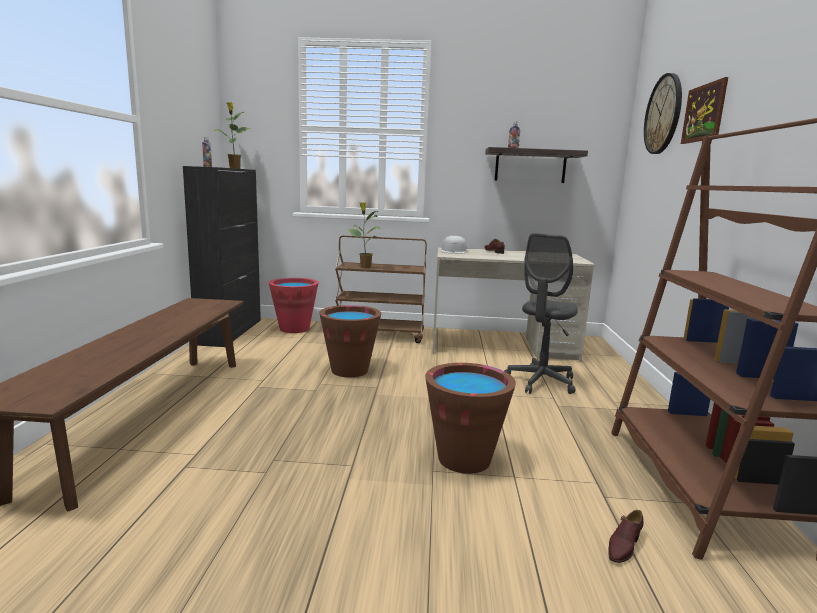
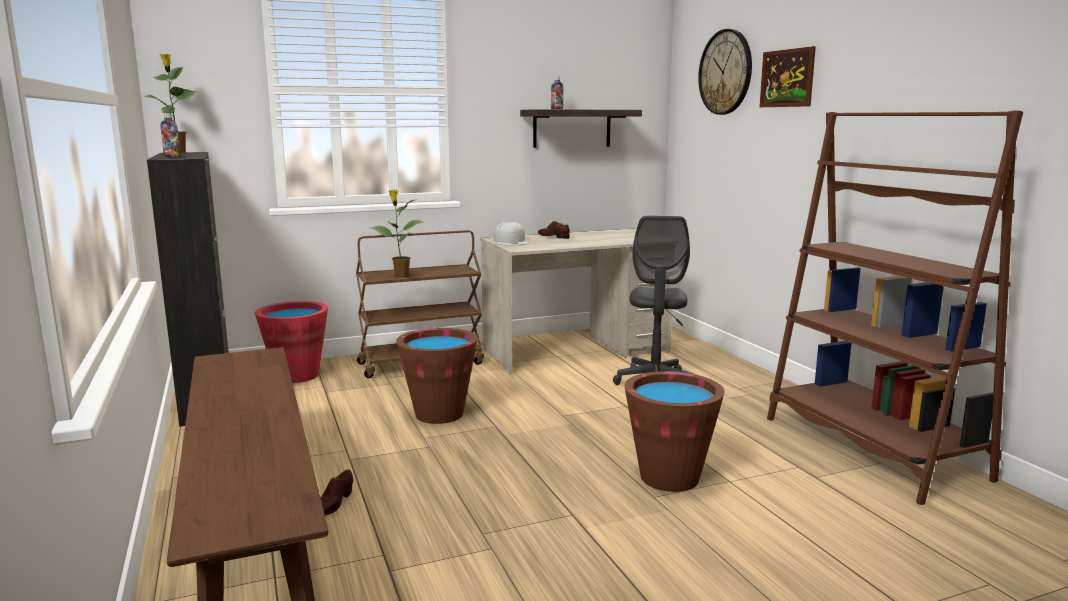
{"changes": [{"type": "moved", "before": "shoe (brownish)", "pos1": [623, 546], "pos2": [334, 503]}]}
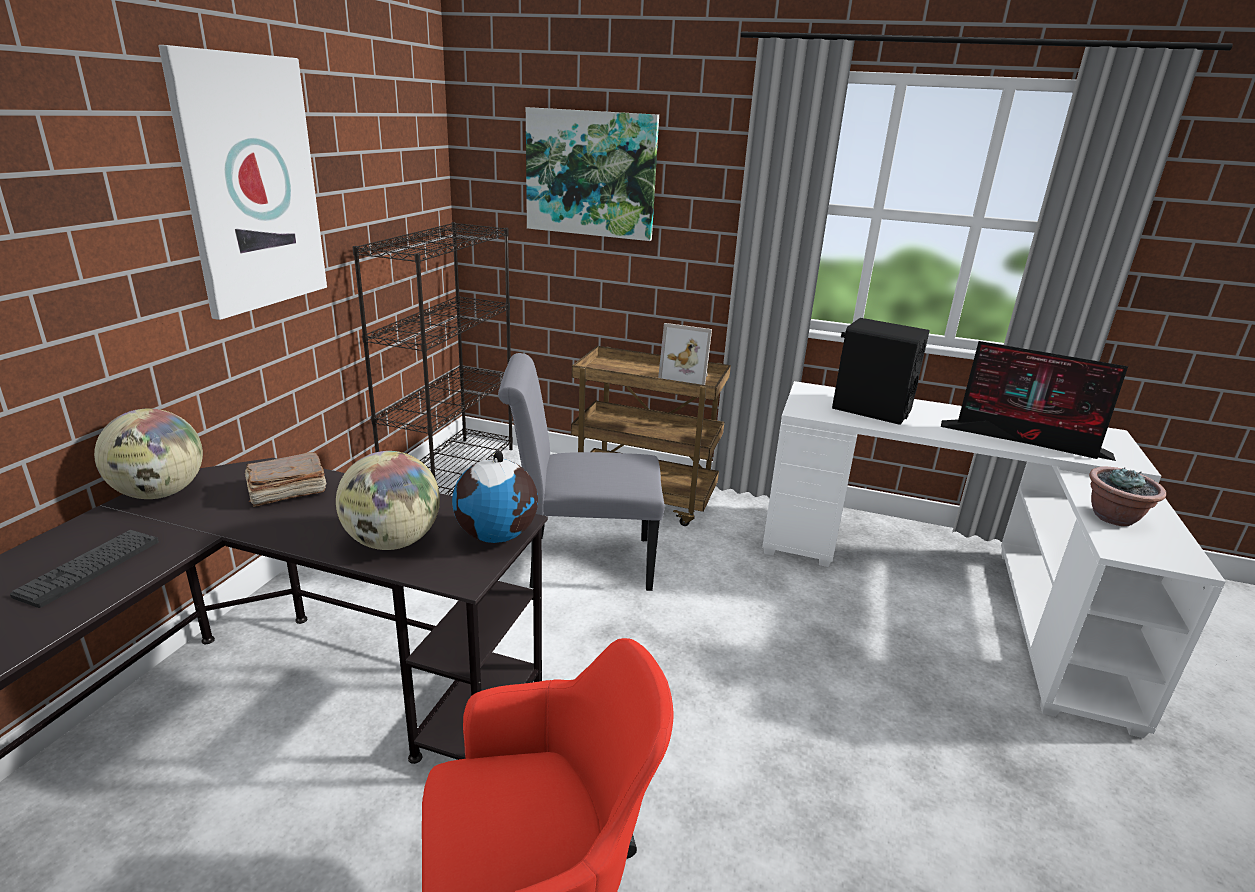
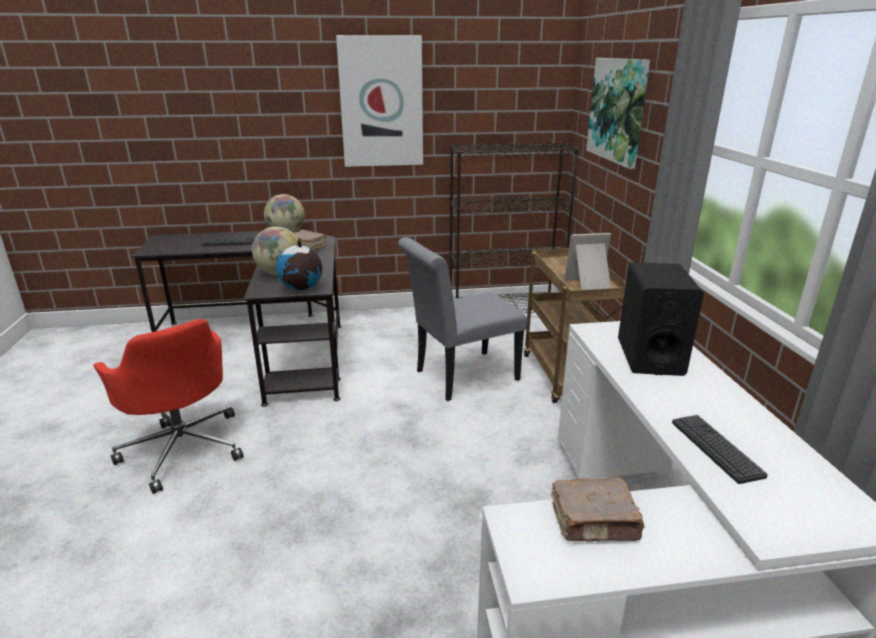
{"changes": [{"type": "turned", "before": "plain chair (grey)", "pos1": [580, 562], "pos2": [460, 377], "turn": -90}, {"type": "replaced", "before": "plant in a pot", "after": "volume (brownish)", "pos1": [1114, 517], "pos2": [595, 522]}, {"type": "turned", "before": "photo frame", "pos1": [686, 379], "pos2": [589, 285], "turn": 90}, {"type": "replaced", "before": "monitor", "after": "computer keyboard", "pos1": [1027, 440], "pos2": [716, 448]}]}
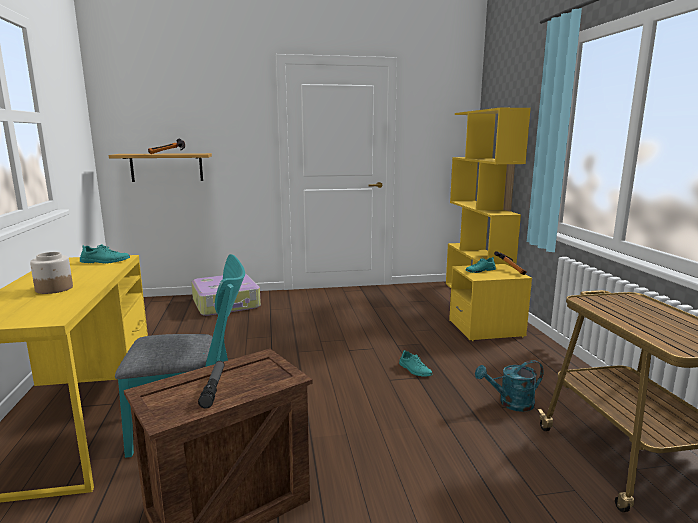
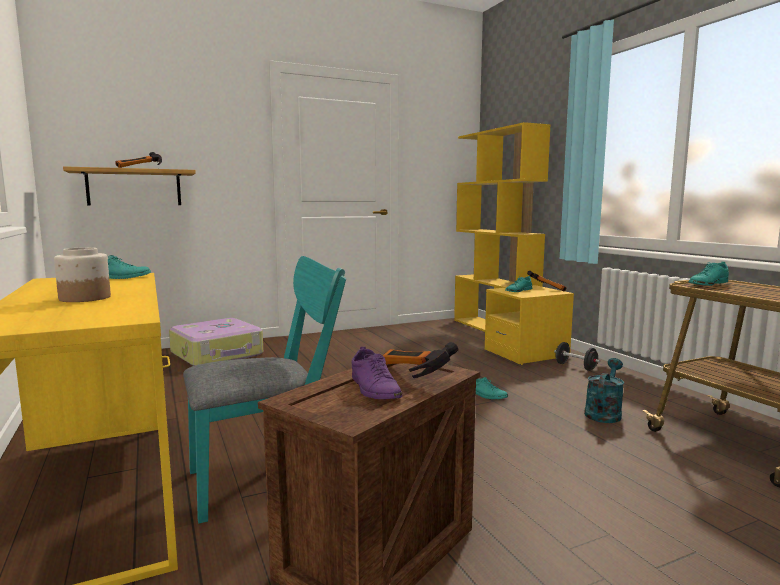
{"changes": [{"type": "replaced", "before": "torch", "after": "shoe (purple-coloured)", "pos1": [213, 387], "pos2": [374, 388]}, {"type": "added", "after": "hammer", "pos2": [409, 375]}, {"type": "added", "after": "hand weight (black-coloured)", "pos2": [575, 367]}, {"type": "turned", "before": "watering pot (turquoise-coloured)", "pos1": [510, 404], "pos2": [604, 413], "turn": 150}, {"type": "added", "after": "shoe (turquoise-coloured)", "pos2": [707, 284]}]}
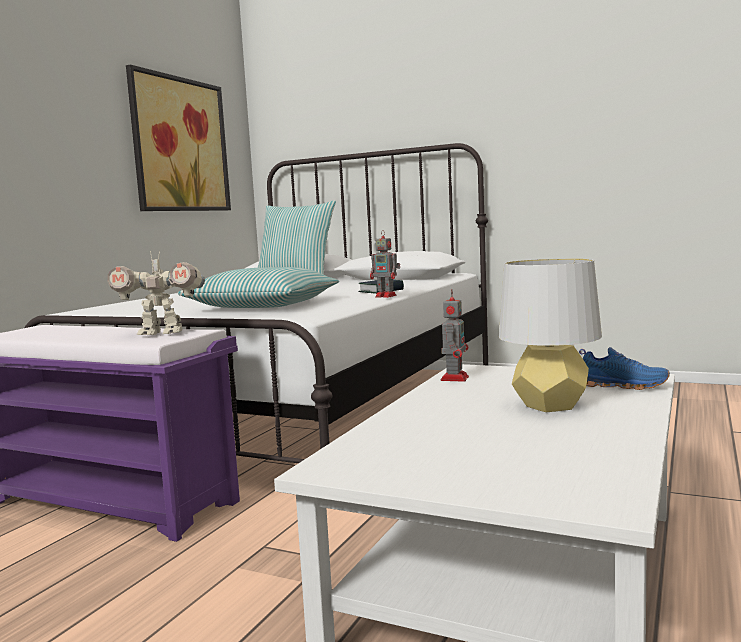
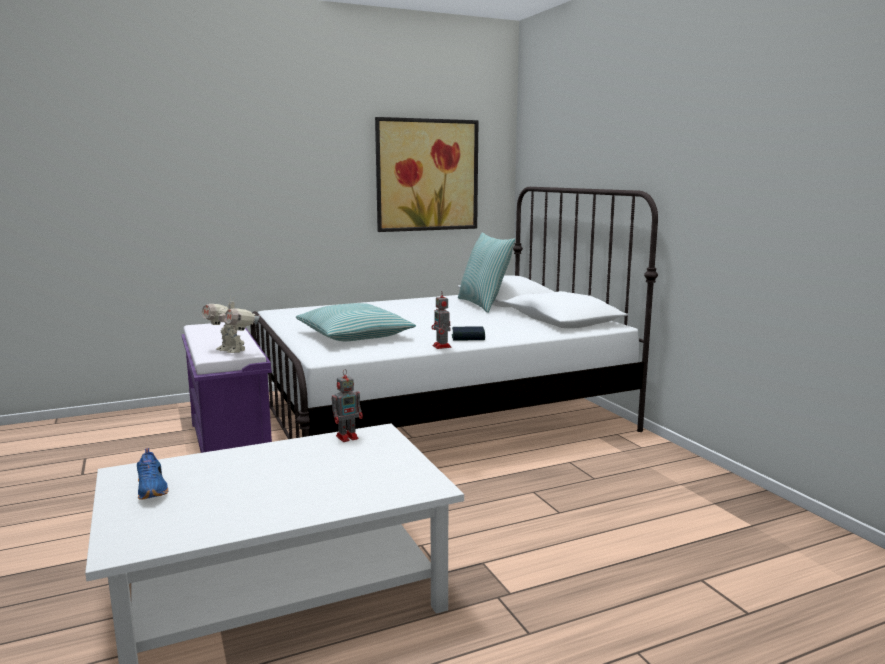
{"changes": [{"type": "moved", "before": "shoe (blue-coloured)", "pos1": [622, 386], "pos2": [153, 489]}, {"type": "removed", "before": "table lamp (grey)", "pos1": [549, 406]}]}
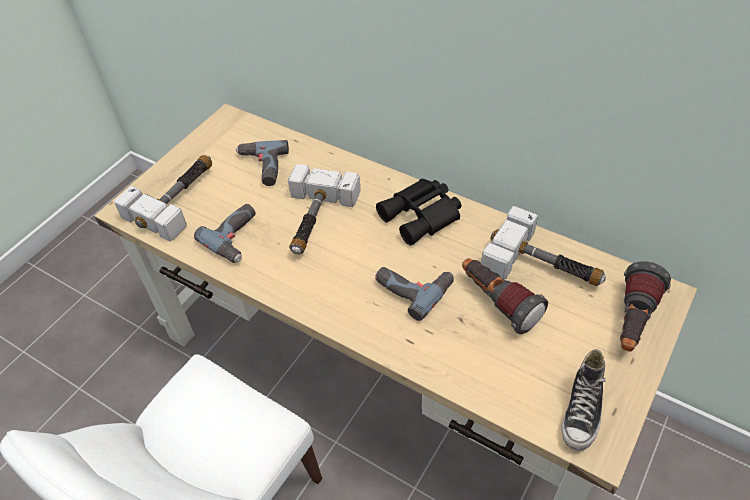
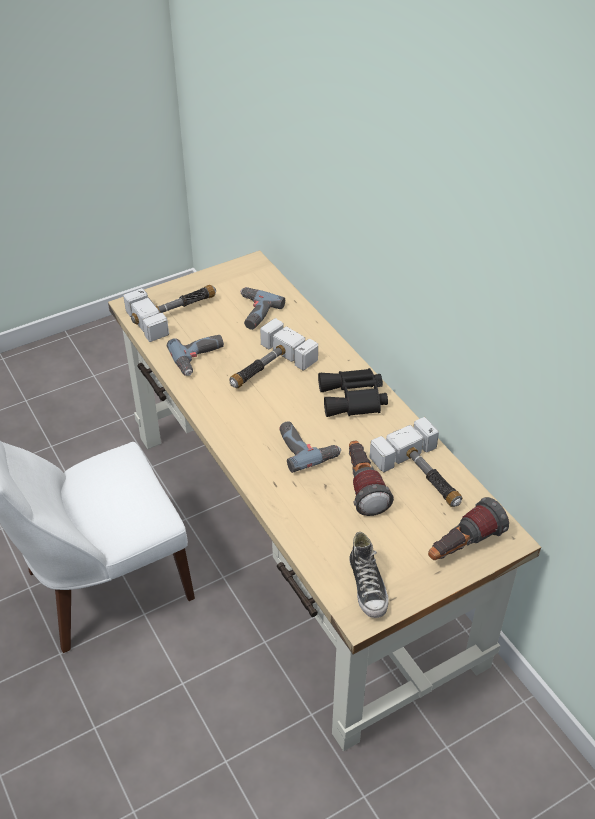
{"changes": [{"type": "turned", "before": "shoe", "pos1": [582, 411], "pos2": [368, 587], "turn": -60}]}
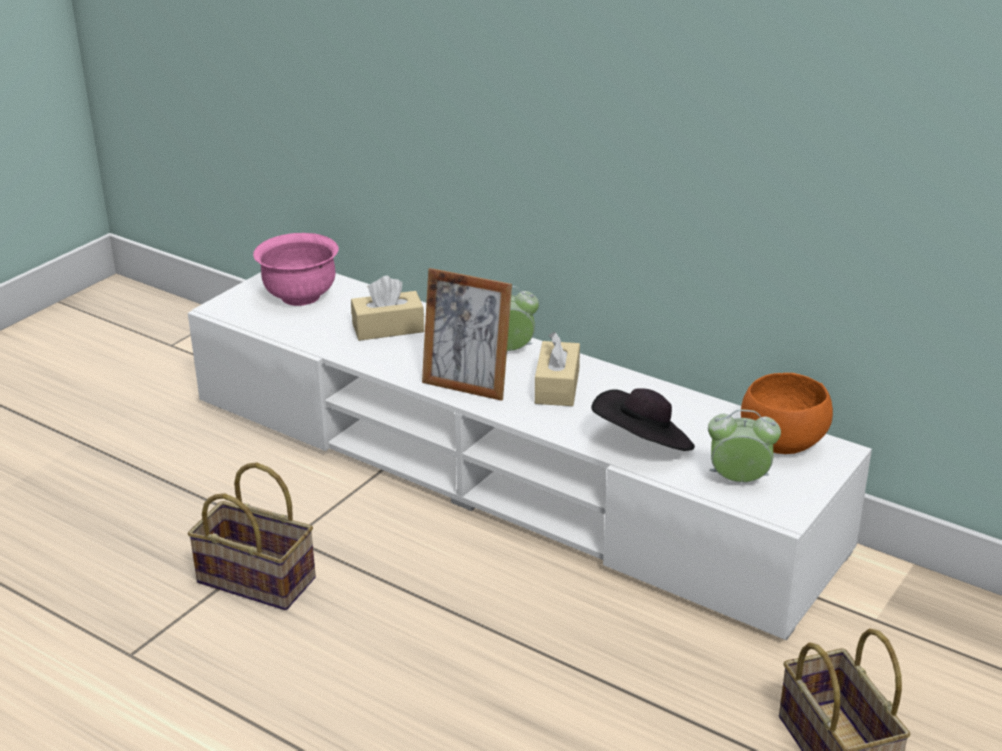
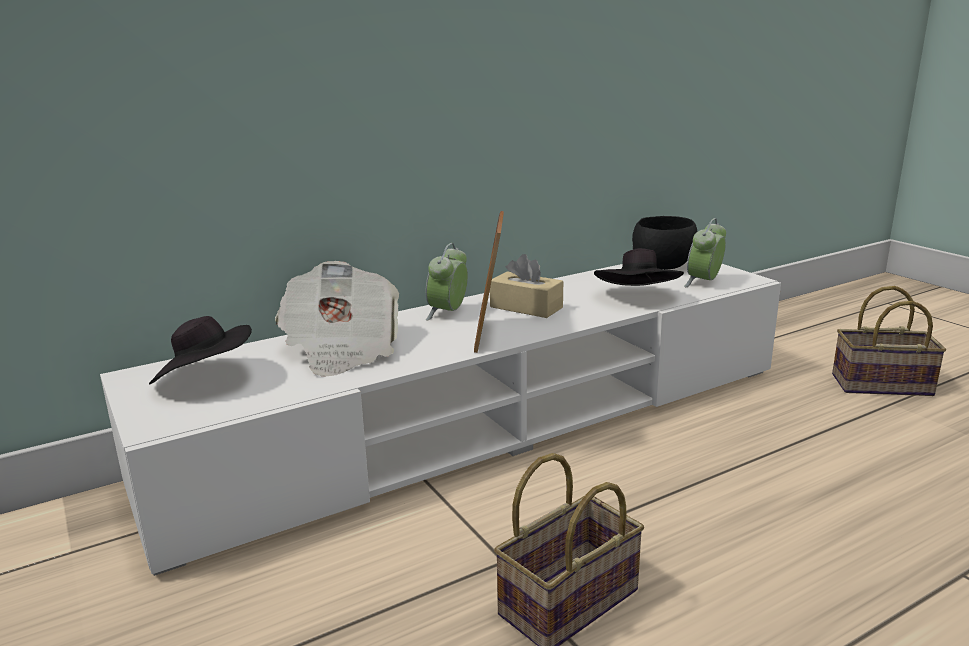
{"changes": [{"type": "replaced", "before": "deep dish (pink-coloured)", "after": "wearable hat (black-coloured)", "pos1": [300, 296], "pos2": [206, 379]}, {"type": "replaced", "before": "box of tissues (beige-coloured)", "after": "printed paper", "pos1": [388, 328], "pos2": [341, 349]}, {"type": "turned", "before": "photo frame", "pos1": [466, 385], "pos2": [490, 335], "turn": 135}, {"type": "recoloured", "before": "deep dish (orange)", "after": "deep dish (black-coloured)", "pos1": [781, 444], "pos2": [663, 266]}]}
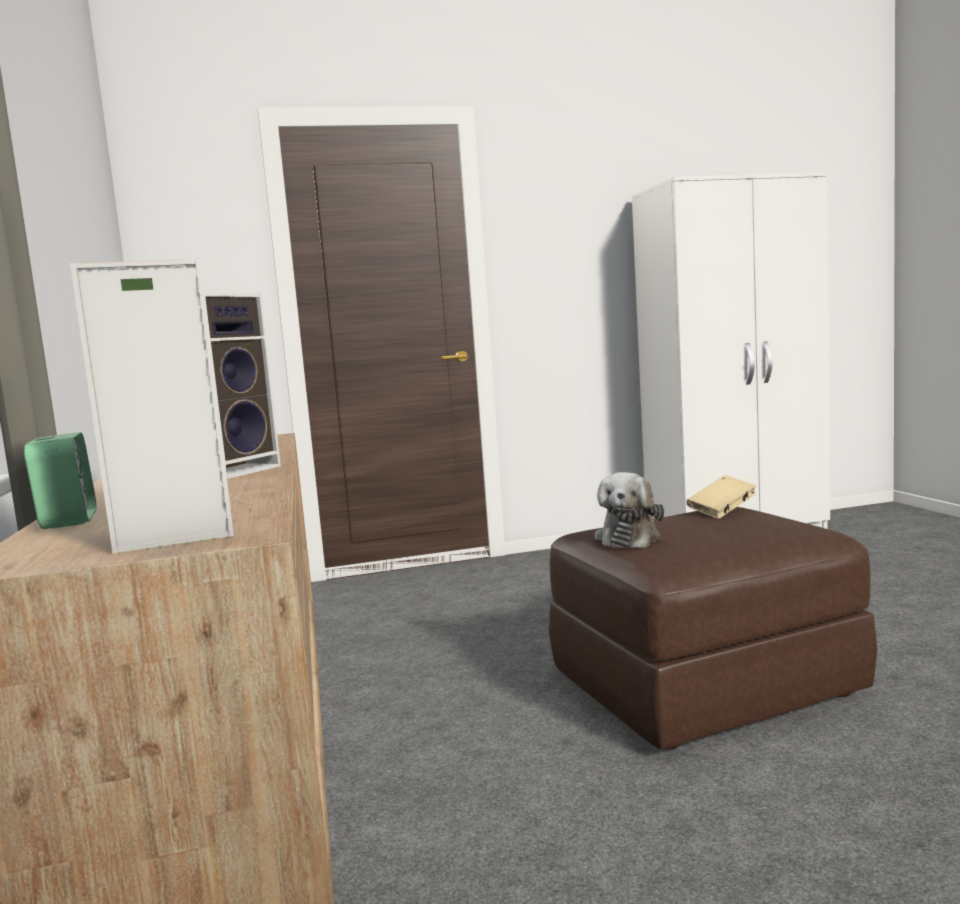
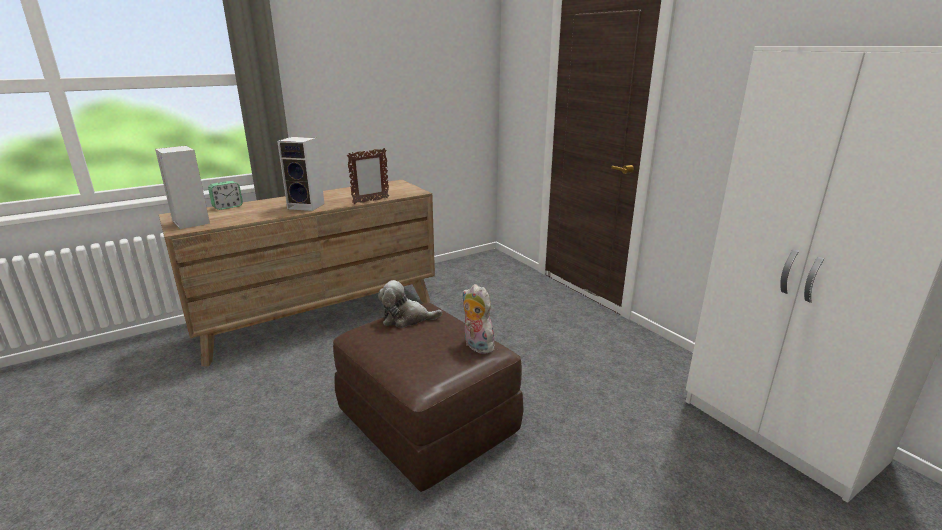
{"changes": [{"type": "added", "after": "photo frame", "pos2": [370, 201]}, {"type": "replaced", "before": "volume (beige-coloured)", "after": "cuddly toy", "pos1": [722, 511], "pos2": [476, 346]}]}
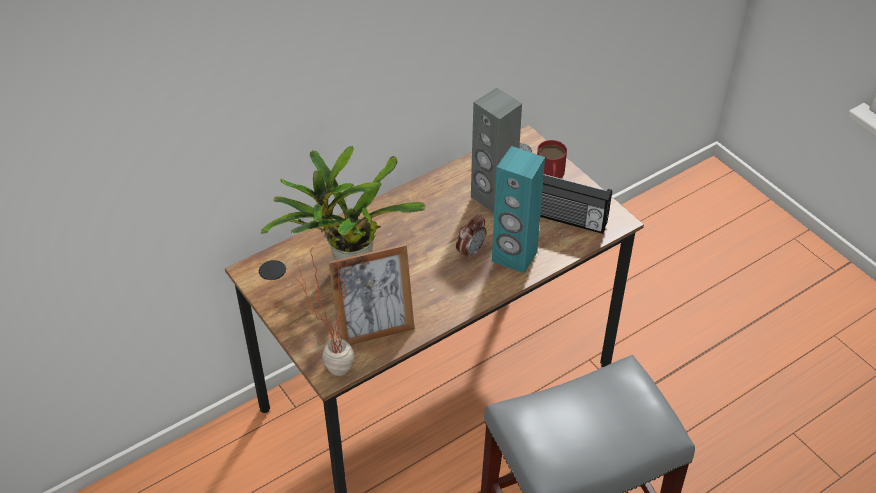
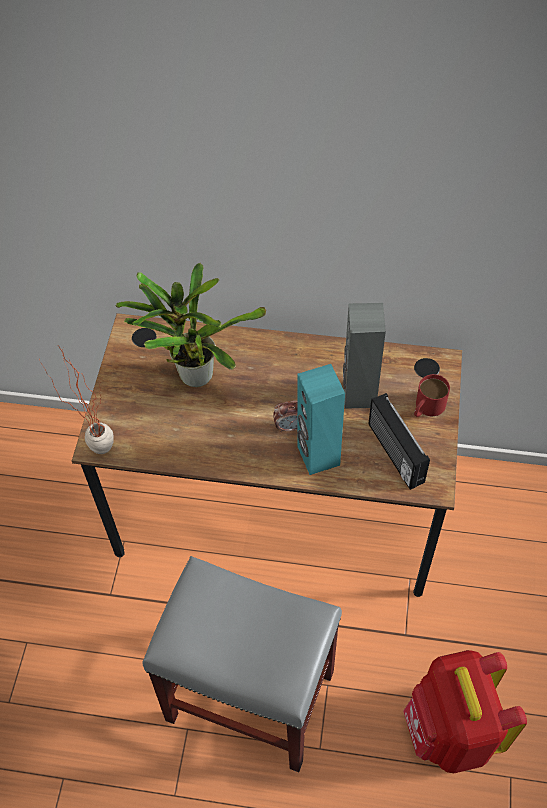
{"changes": [{"type": "added", "after": "backpack (red-coloured)", "pos2": [450, 731]}, {"type": "removed", "before": "photo frame", "pos1": [375, 329]}]}
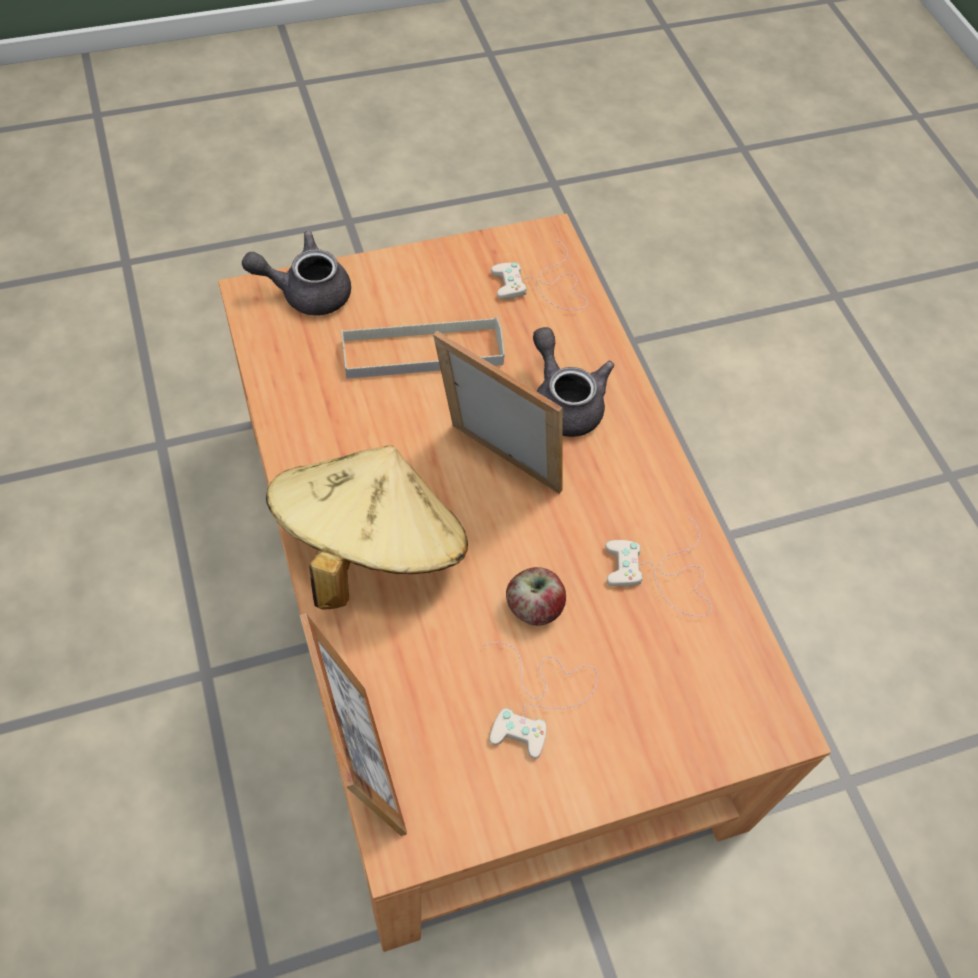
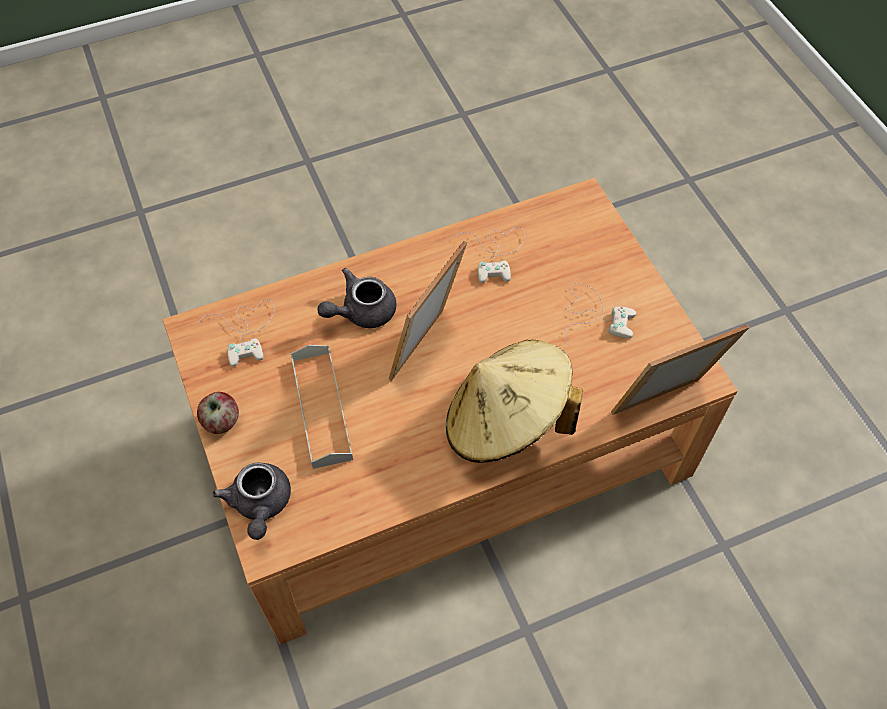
{"changes": [{"type": "moved", "before": "apple", "pos1": [534, 607], "pos2": [221, 422]}]}
